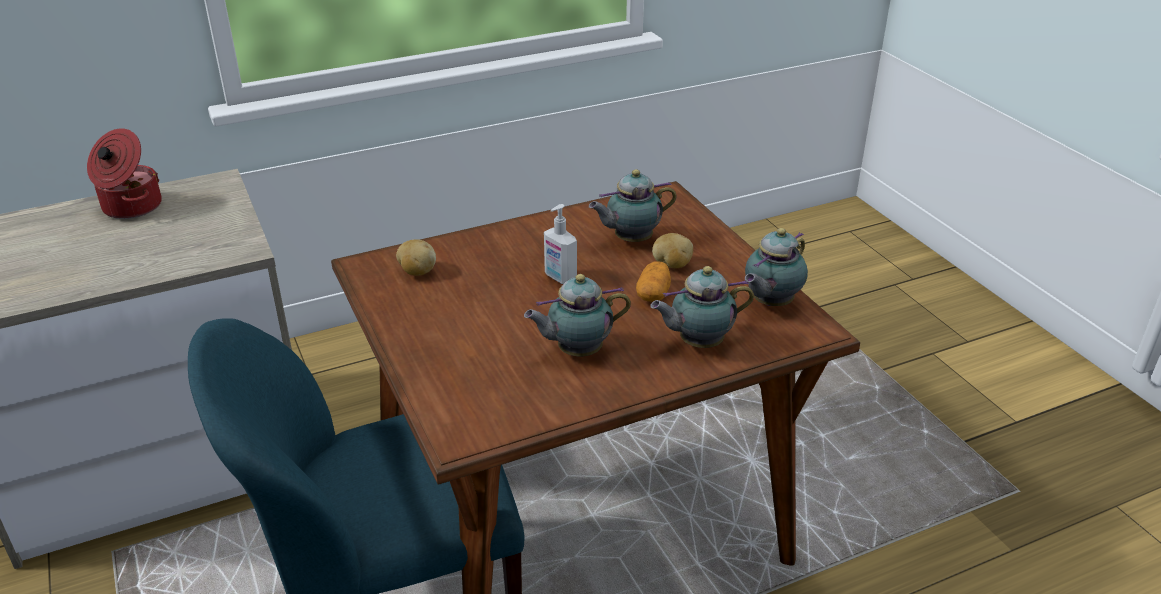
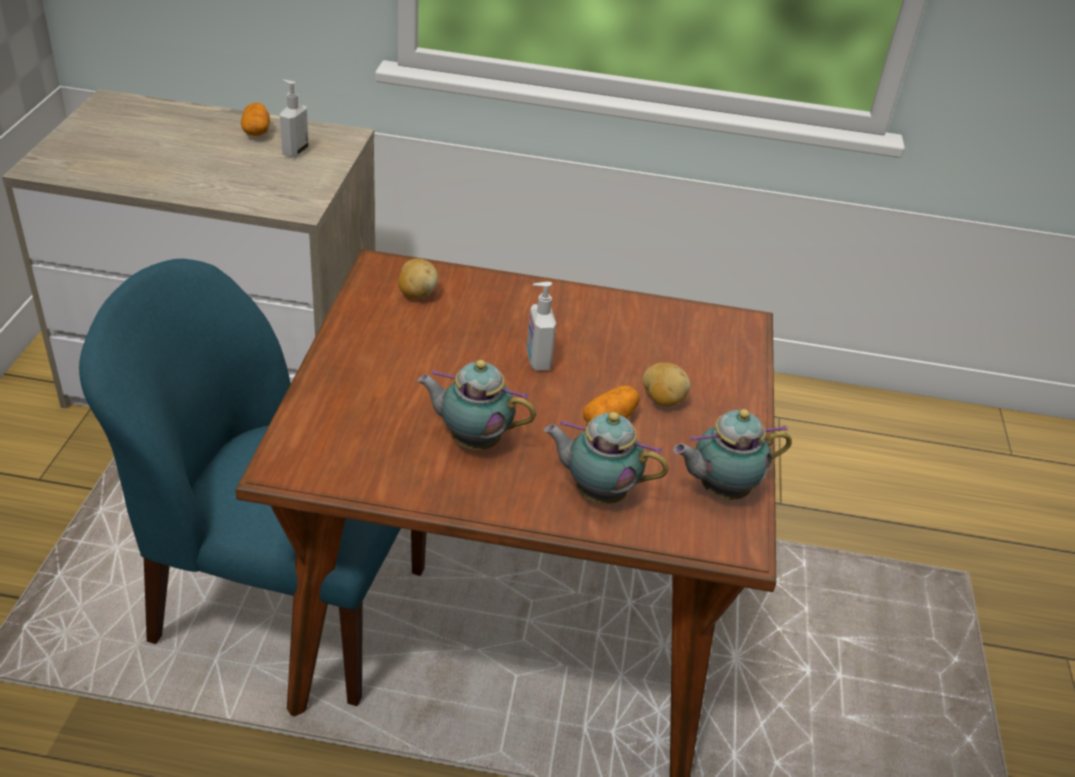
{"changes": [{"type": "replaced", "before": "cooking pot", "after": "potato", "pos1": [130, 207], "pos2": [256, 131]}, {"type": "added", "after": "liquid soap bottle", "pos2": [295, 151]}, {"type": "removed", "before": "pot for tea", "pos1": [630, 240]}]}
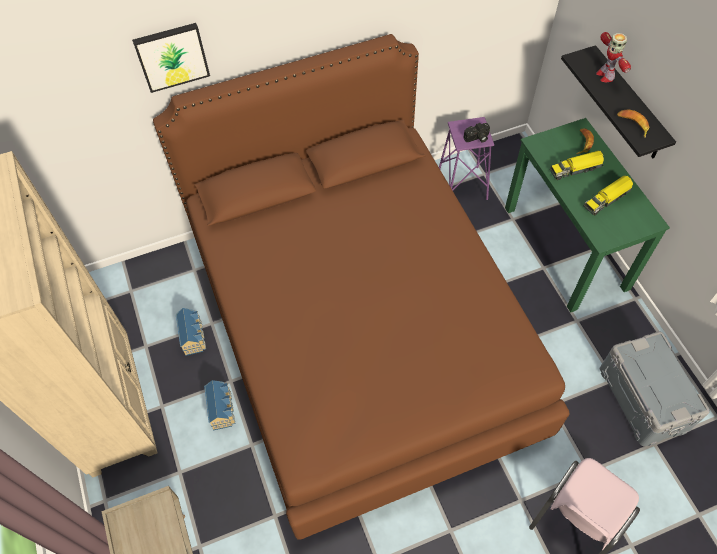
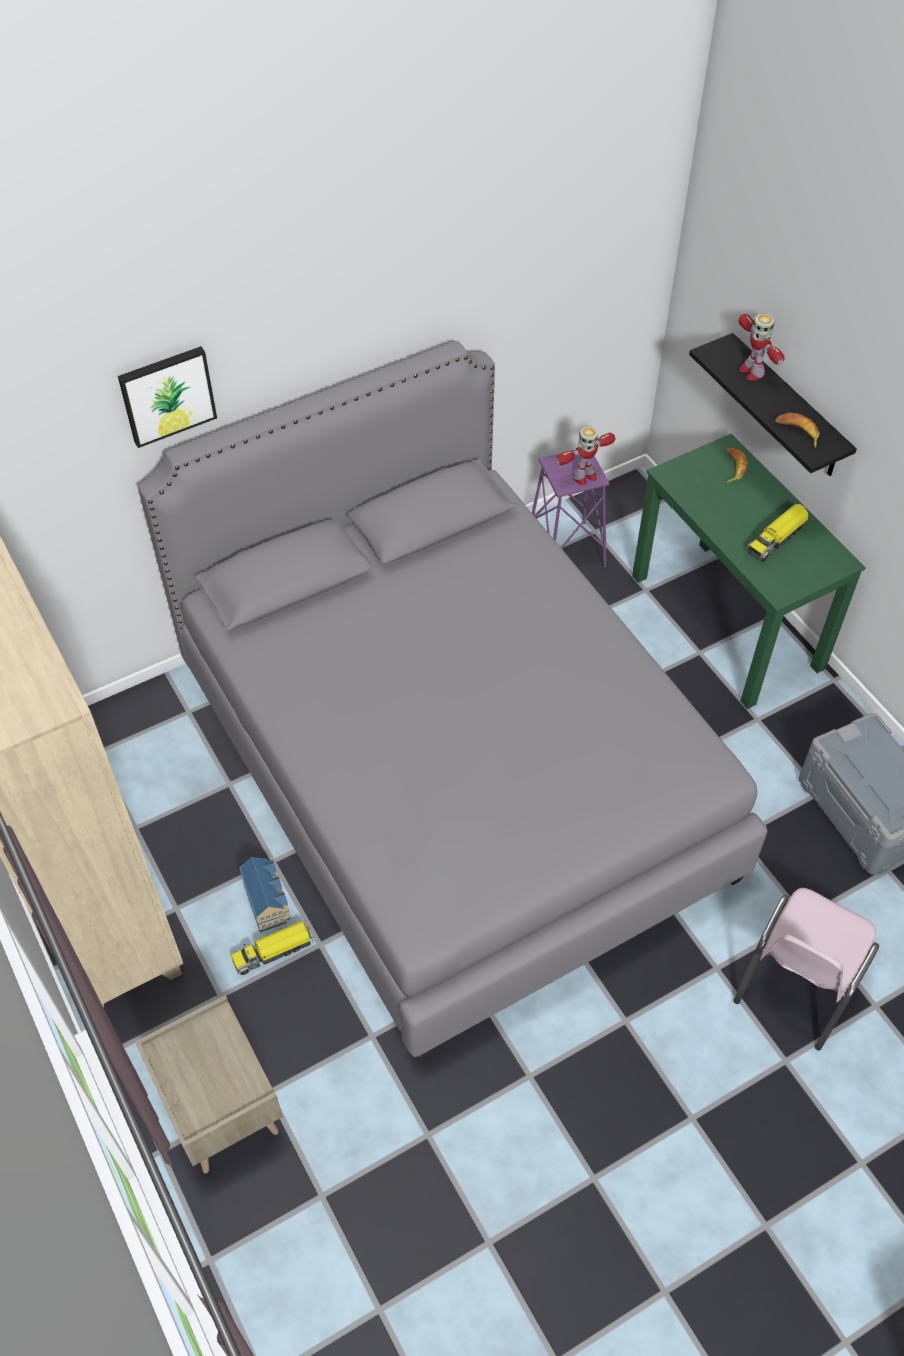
{"changes": [{"type": "recoloured", "before": "sleeping bed (brownish)", "after": "sleeping bed (grey)", "pos1": [359, 332], "pos2": [451, 770]}, {"type": "moved", "before": "model truck", "pos1": [576, 169], "pos2": [273, 951]}, {"type": "replaced", "before": "photo camera", "after": "model robot", "pos1": [477, 138], "pos2": [584, 477]}, {"type": "removed", "before": "model house", "pos1": [194, 336]}]}
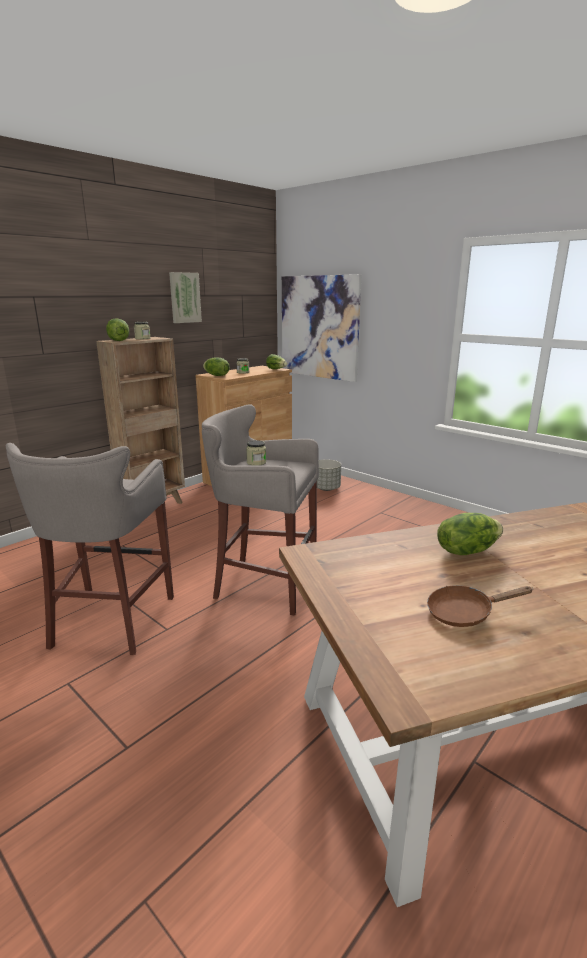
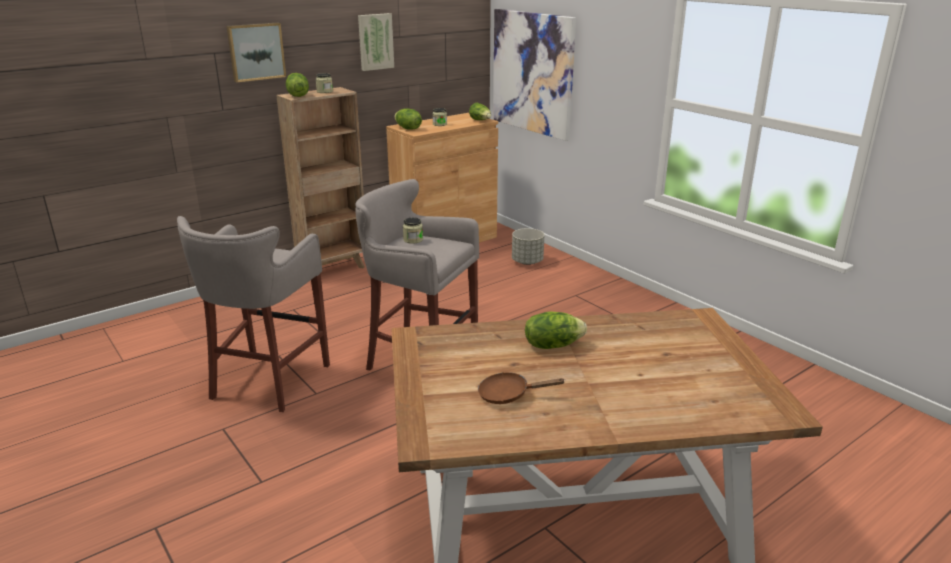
{"changes": [{"type": "added", "after": "wall picture", "pos2": [256, 51]}]}
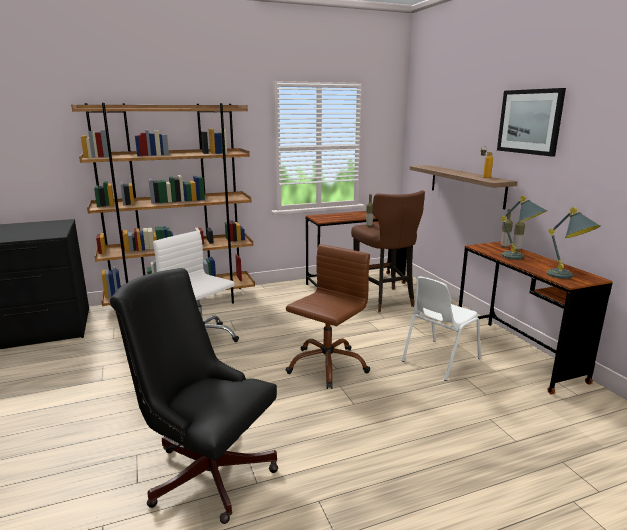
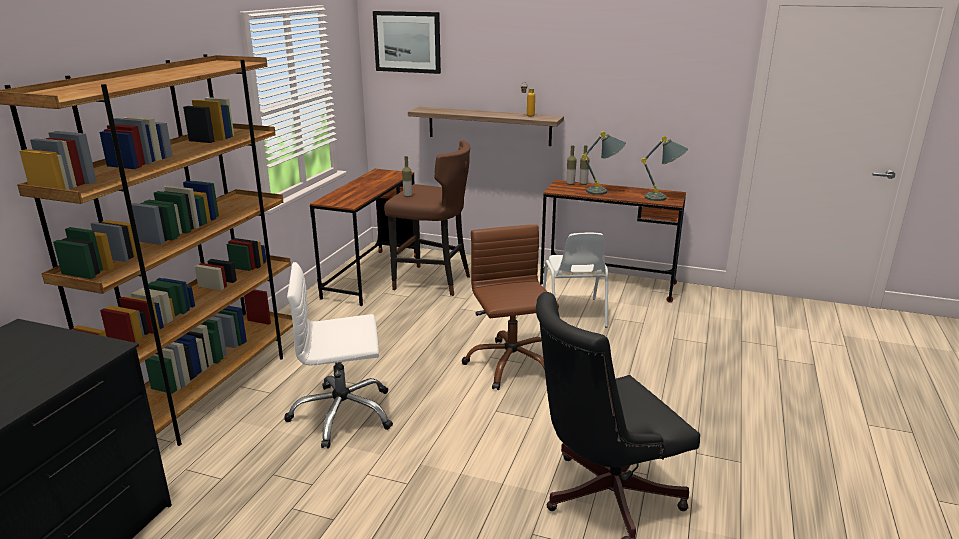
{"changes": [{"type": "moved", "before": "wall picture", "pos1": [529, 121], "pos2": [407, 42]}]}
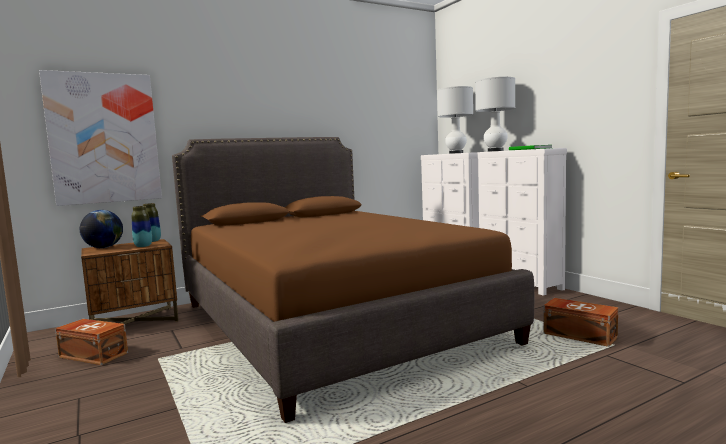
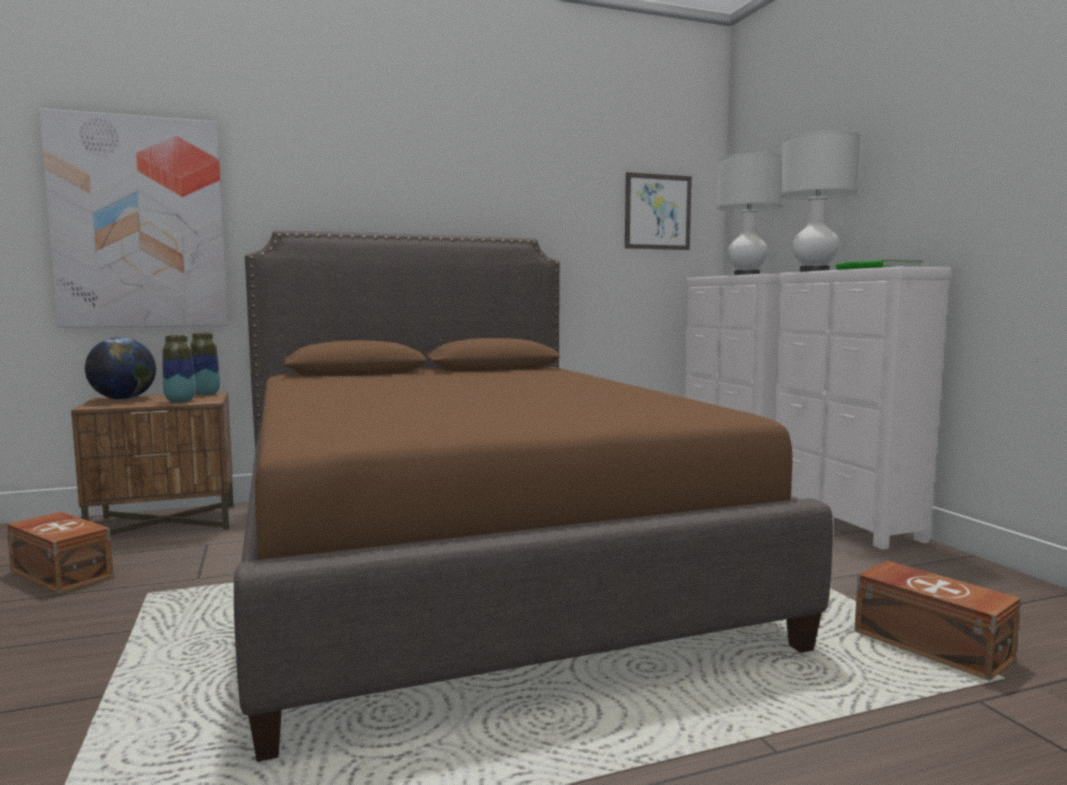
{"changes": [{"type": "added", "after": "wall picture", "pos2": [657, 212]}]}
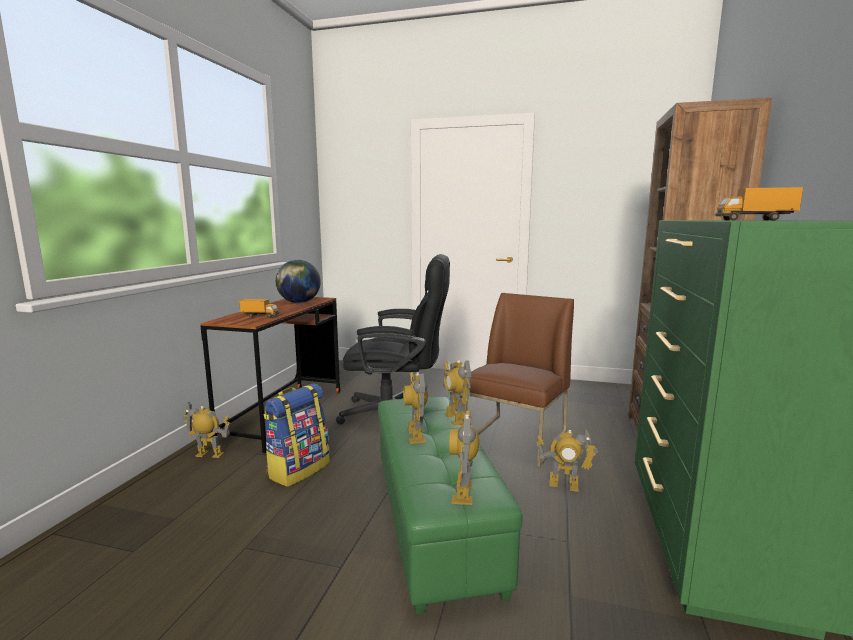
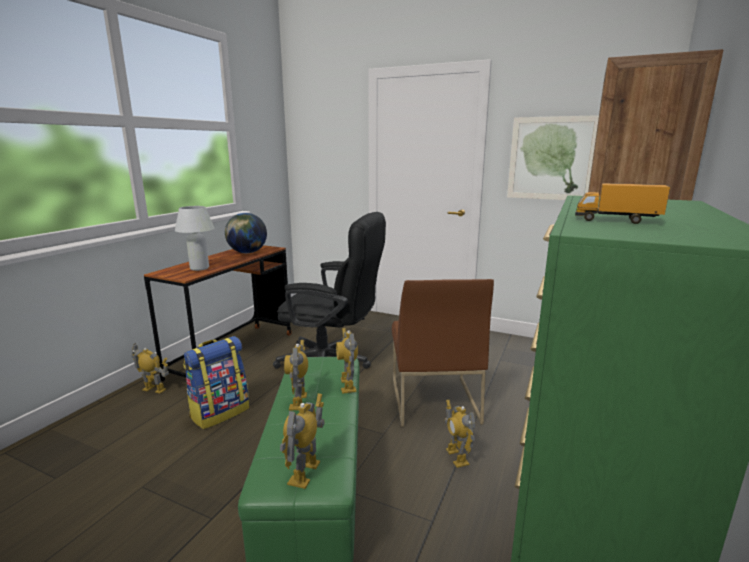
{"changes": [{"type": "replaced", "before": "model truck", "after": "table lamp (whitish)", "pos1": [260, 316], "pos2": [199, 268]}, {"type": "turned", "before": "plain chair (brownish)", "pos1": [516, 439], "pos2": [433, 400], "turn": 135}, {"type": "turned", "before": "model robot", "pos1": [563, 485], "pos2": [457, 457], "turn": 45}, {"type": "added", "after": "wall picture", "pos2": [551, 158]}]}
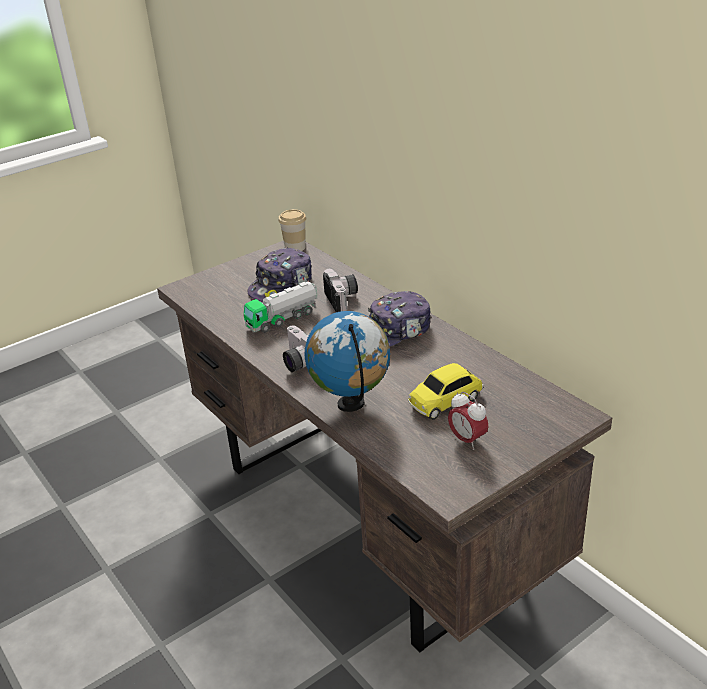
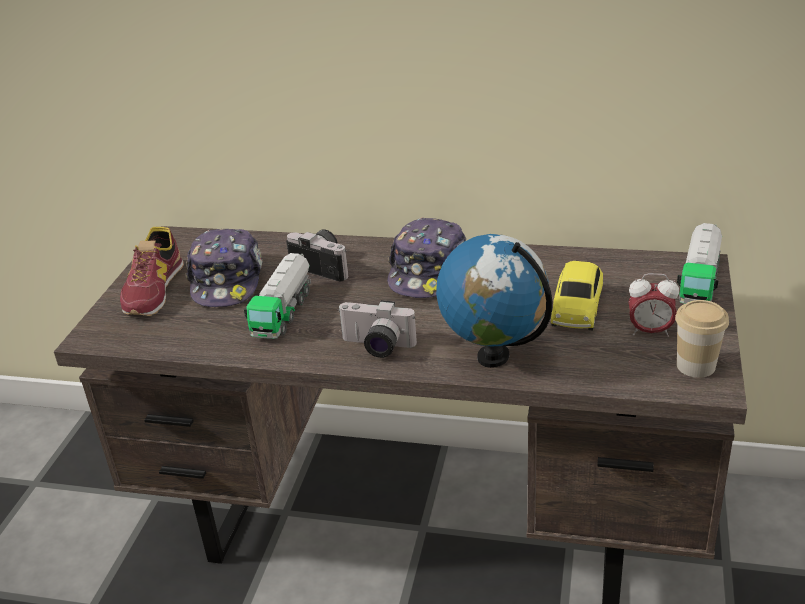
{"changes": [{"type": "added", "after": "shoe", "pos2": [154, 289]}, {"type": "moved", "before": "cup", "pos1": [295, 247], "pos2": [695, 366]}, {"type": "added", "after": "model truck", "pos2": [699, 282]}]}
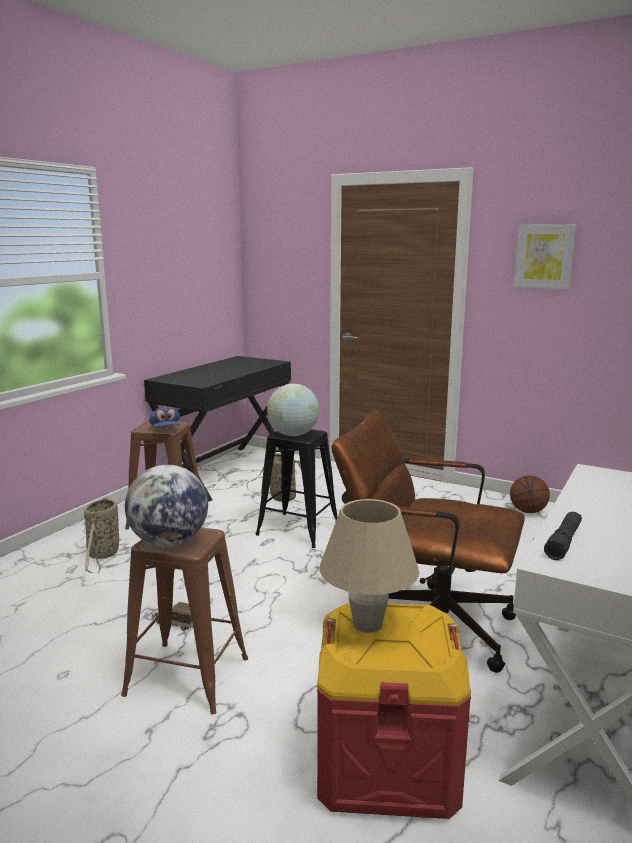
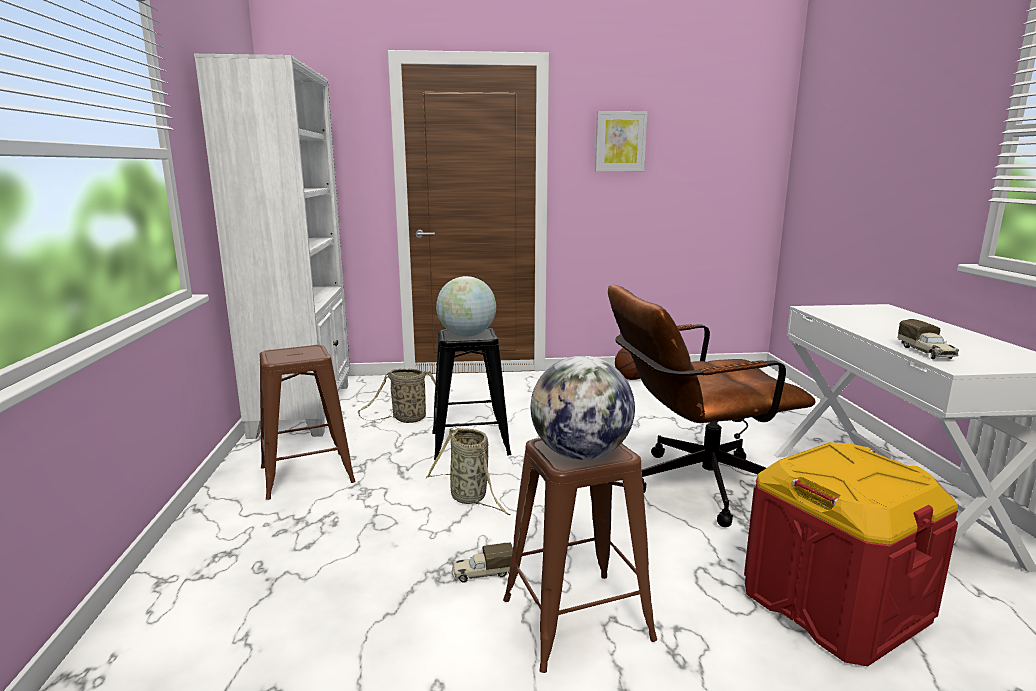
{"changes": [{"type": "replaced", "before": "desk table (black-coloured)", "after": "bookshelf (whitish)", "pos1": [225, 471], "pos2": [304, 409]}, {"type": "moved", "before": "storage basket", "pos1": [103, 555], "pos2": [470, 498]}, {"type": "replaced", "before": "torch (black-coloured)", "after": "model truck", "pos1": [563, 542], "pos2": [926, 352]}, {"type": "removed", "before": "baseball cap (blue-coloured)", "pos1": [165, 429]}, {"type": "removed", "before": "table lamp (beige-coloured)", "pos1": [367, 624]}]}
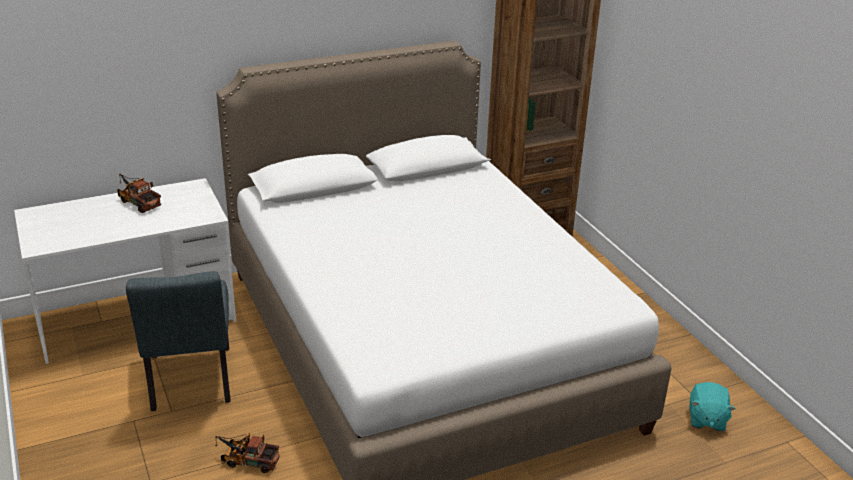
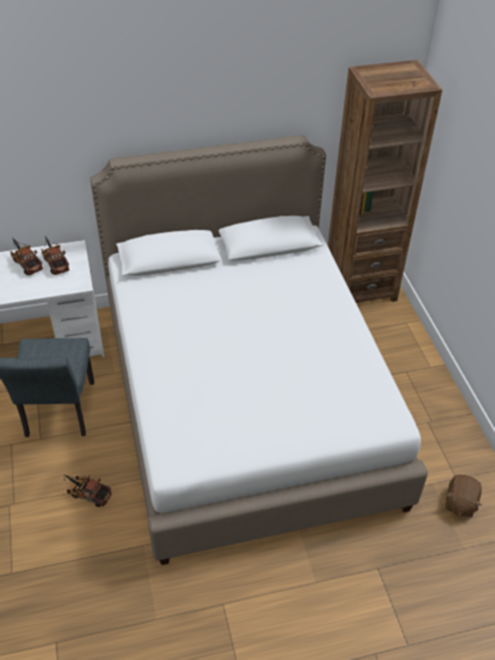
{"changes": [{"type": "added", "after": "model truck", "pos2": [55, 262]}, {"type": "recoloured", "before": "cuddly toy (turquoise-coloured)", "after": "cuddly toy (brownish)", "pos1": [706, 419], "pos2": [460, 503]}]}
